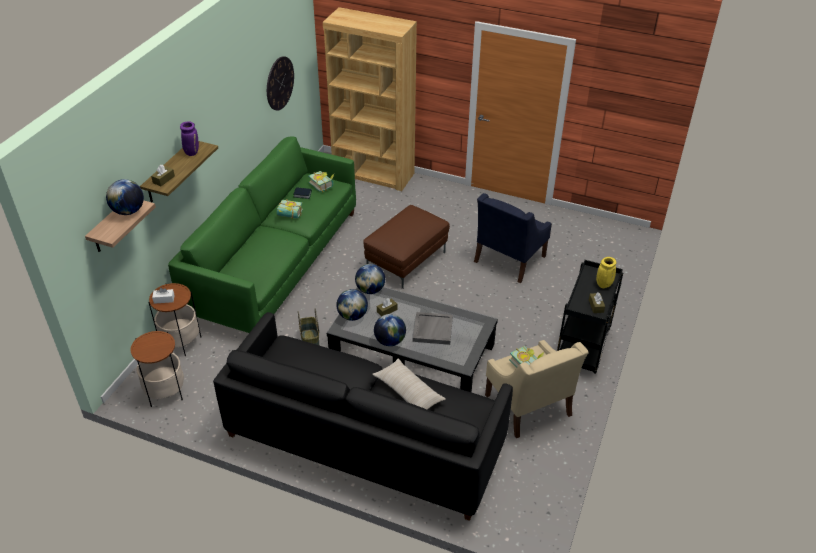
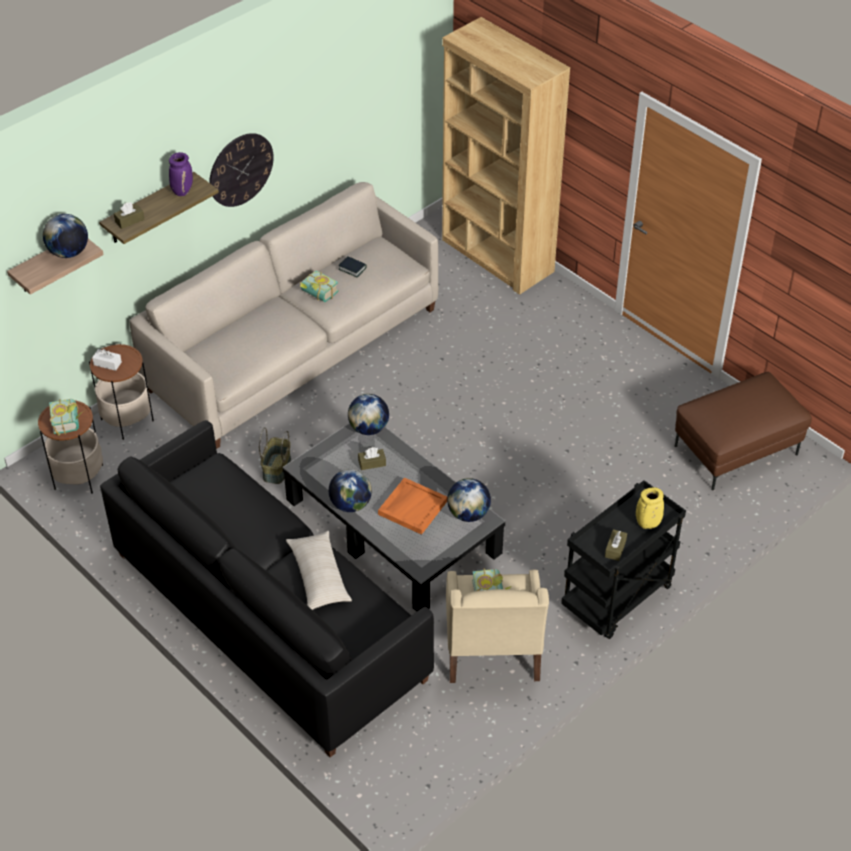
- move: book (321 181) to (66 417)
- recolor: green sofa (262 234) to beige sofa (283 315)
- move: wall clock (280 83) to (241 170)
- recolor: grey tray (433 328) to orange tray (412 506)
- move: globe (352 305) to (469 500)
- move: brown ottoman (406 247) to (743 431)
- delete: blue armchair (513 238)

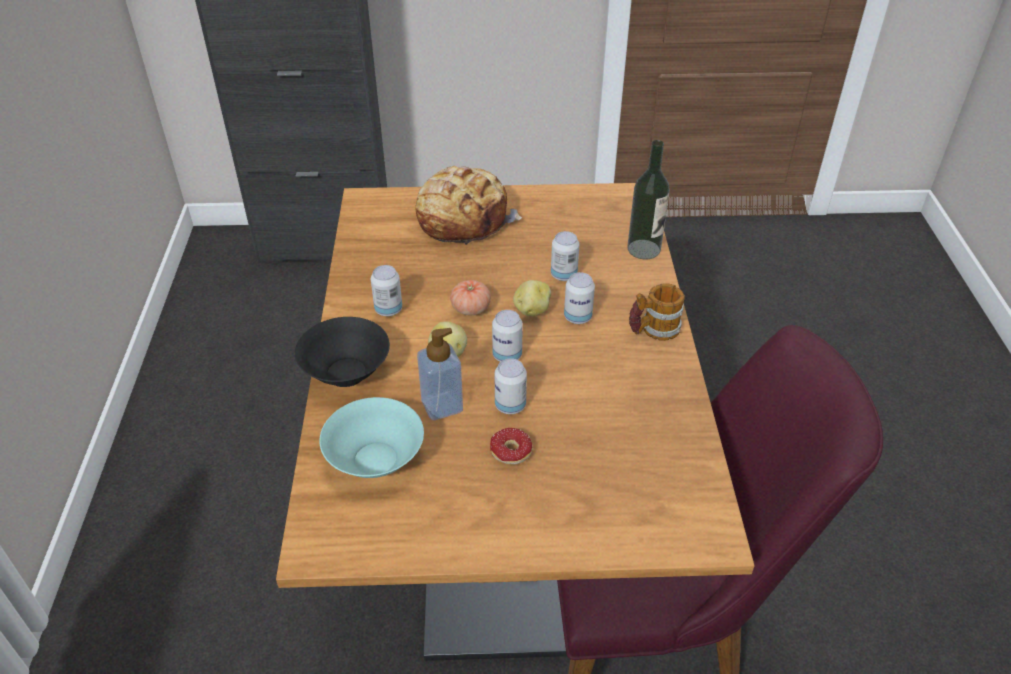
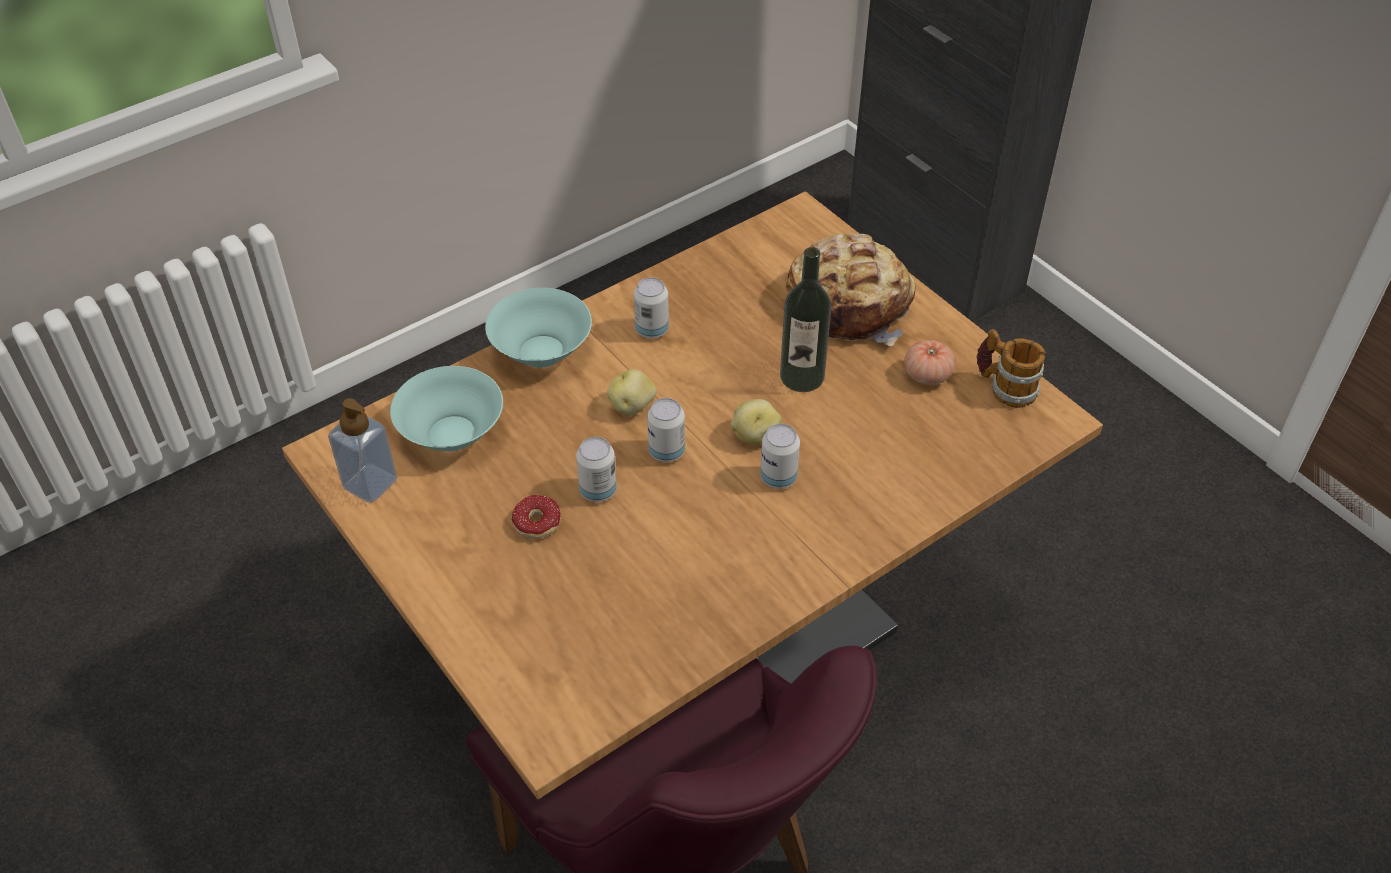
- move: soap dispenser (440 374) to (362 450)
- recolor: black bowl (342 352) to turquoise bowl (538 328)
- move: bottle (648 199) to (805 319)
- move: tomato (470 297) to (929 362)
- move: mug (657 312) to (1011 368)
- delete: can (565 256)

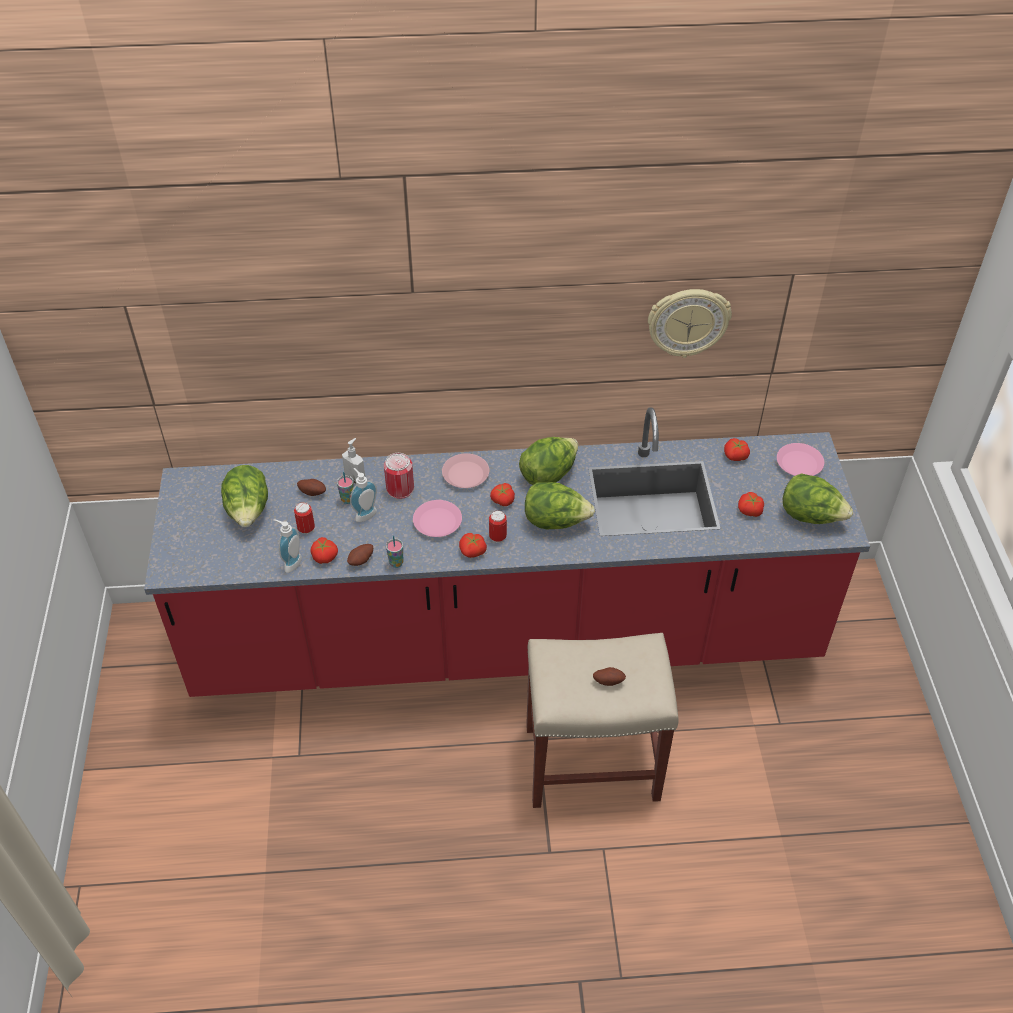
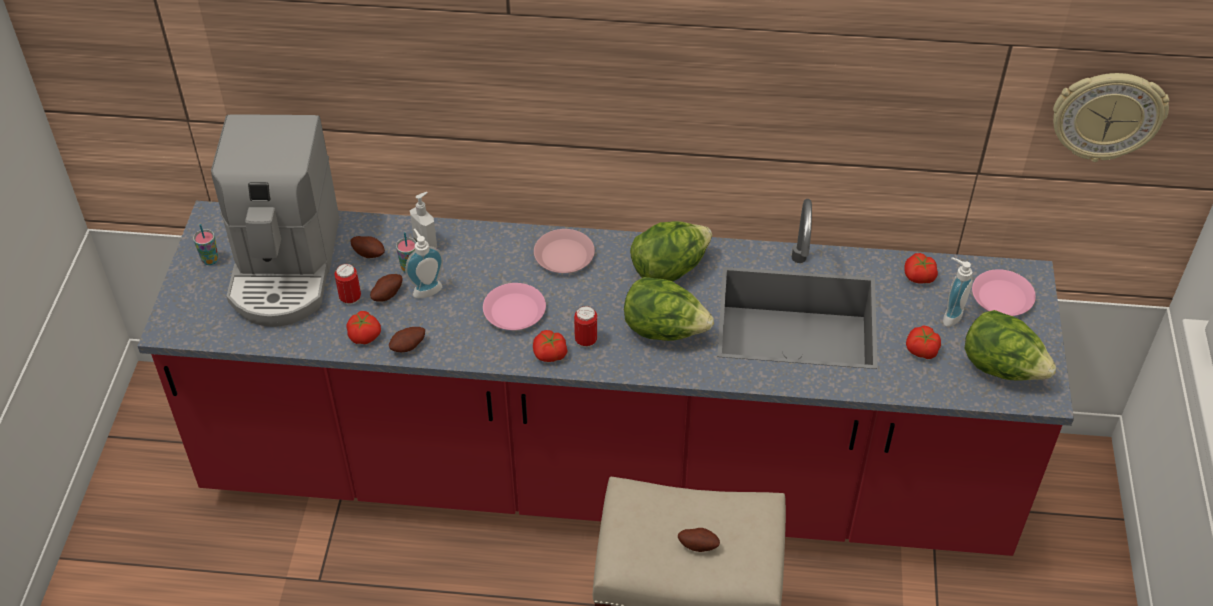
- move: cup (394 552) to (206 244)
- replace: lettuce (244 496) to coffee machine (275 220)
- insert: potato (386 288)
- move: soap dispenser (287 546) to (958 292)
- move: wall clock (690 323) to (1111 117)
- delete: can (399 476)
- delete: tomato (502 494)

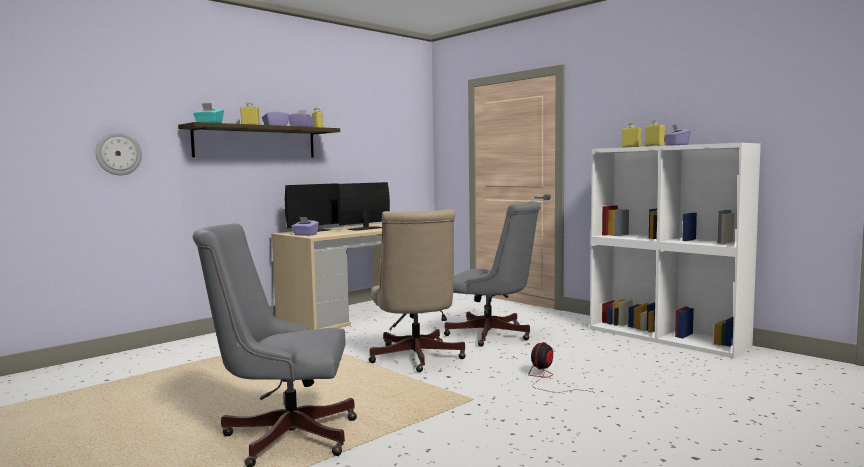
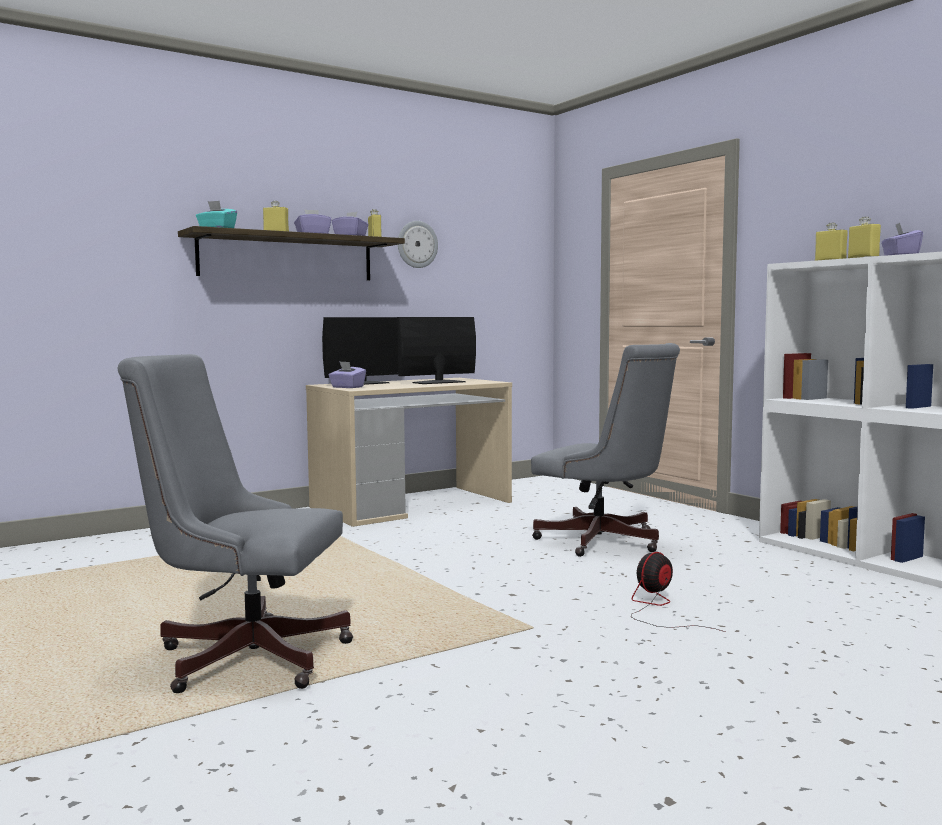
- move: wall clock (119 153) to (418 244)
- delete: beige office chair (417 290)

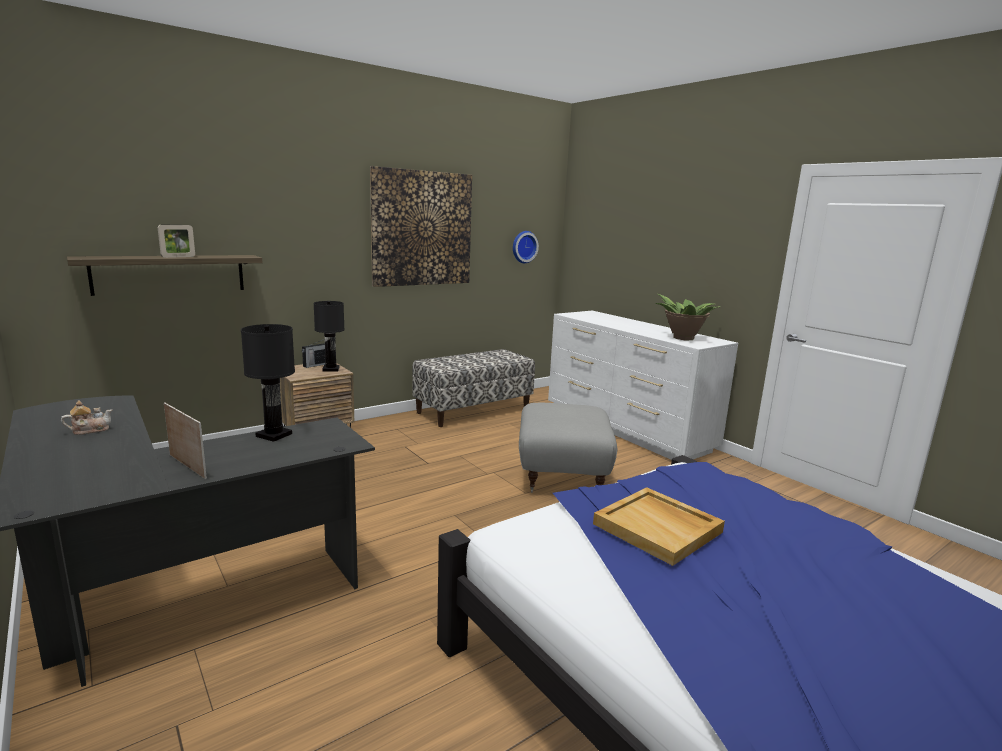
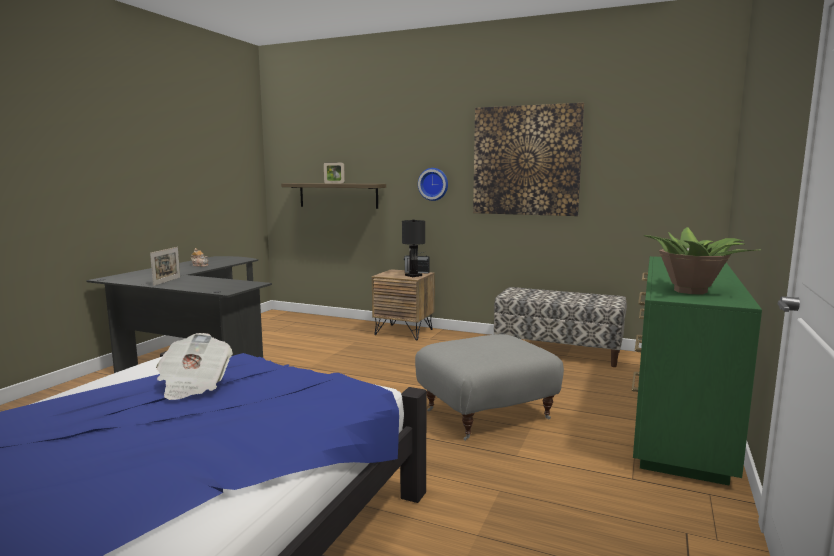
- replace: beige tray (659 526) to newspaper (194 366)
- move: wall clock (526 247) to (433 184)
- recolor: white dresser (643 385) to green dresser (697 371)
- delete: black table lamp (268 383)

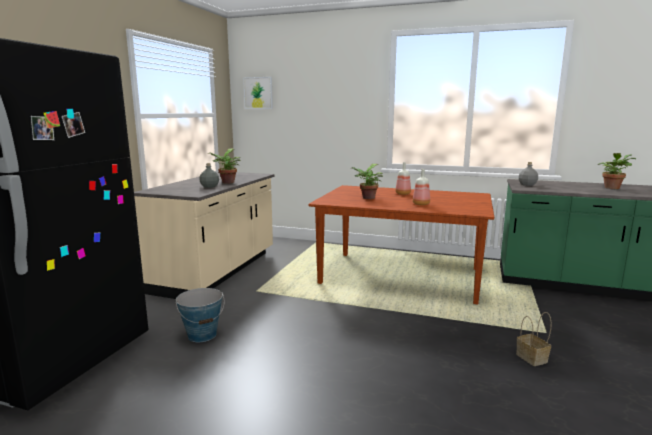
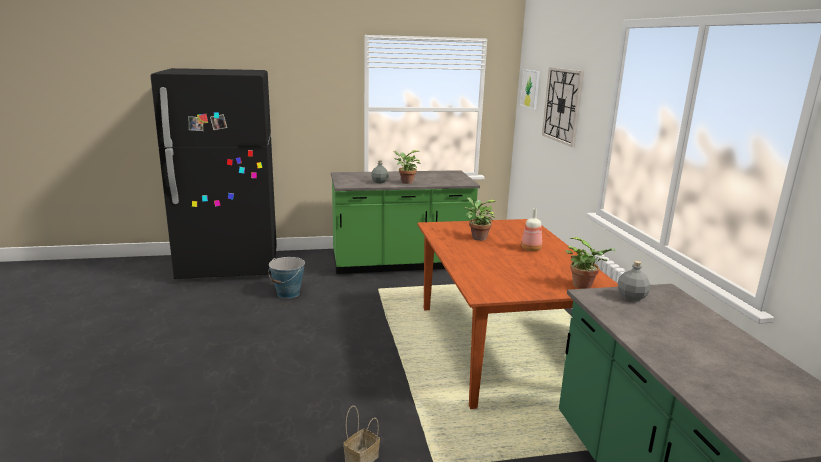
- recolor: beige counter (204 235) to green counter (405 222)
- insert: wall clock (563 107)
- move: potted plant (617 171) to (590 263)
- delete: bottle (421 187)

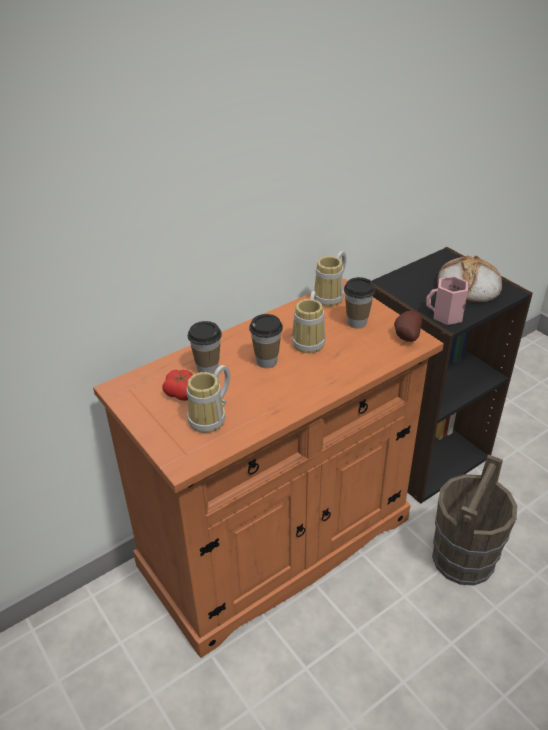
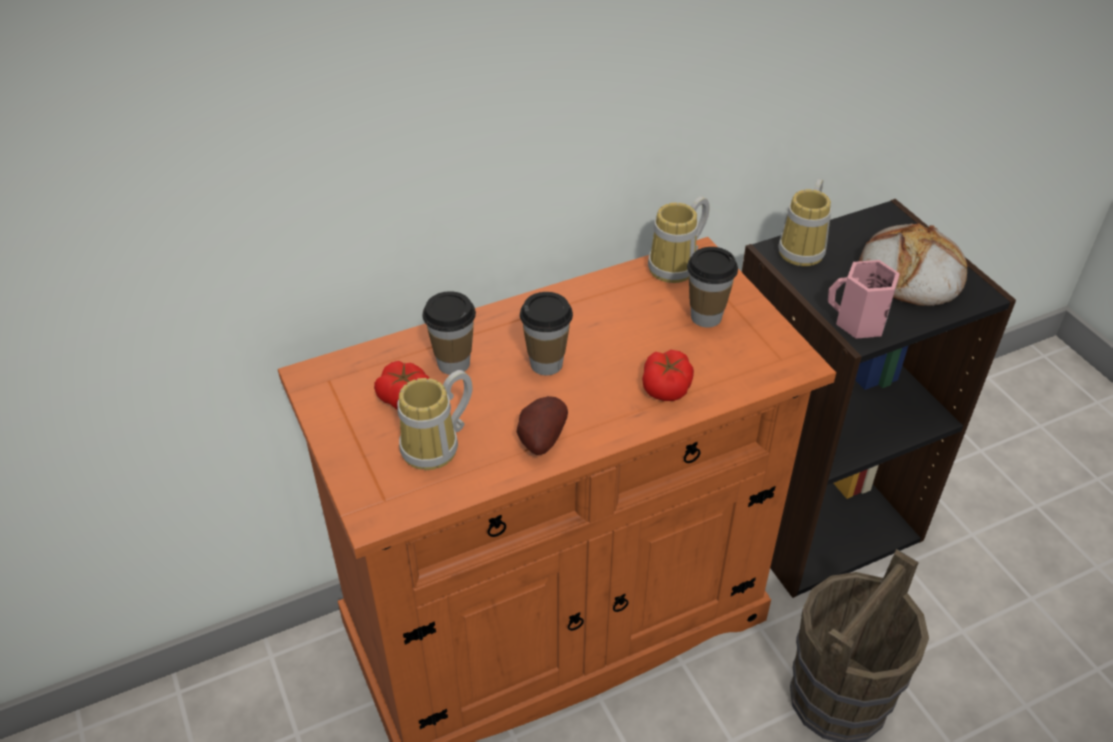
- move: potato (408 326) to (542 425)
- insert: tomato (668 375)
- move: mug (308 322) to (804 222)

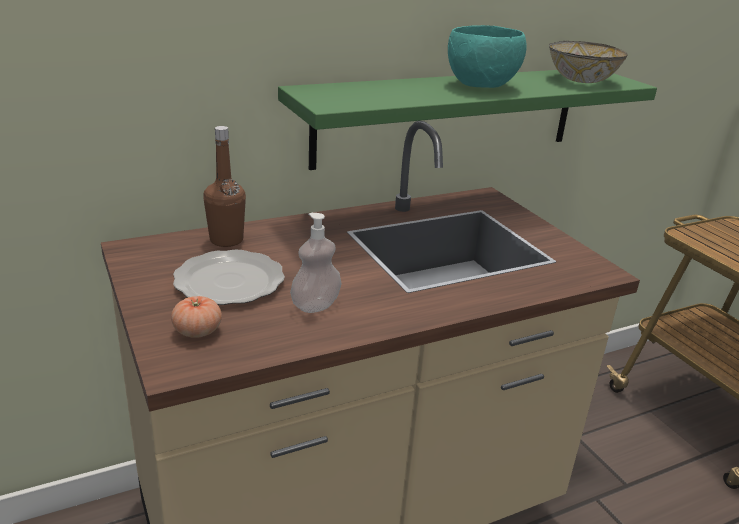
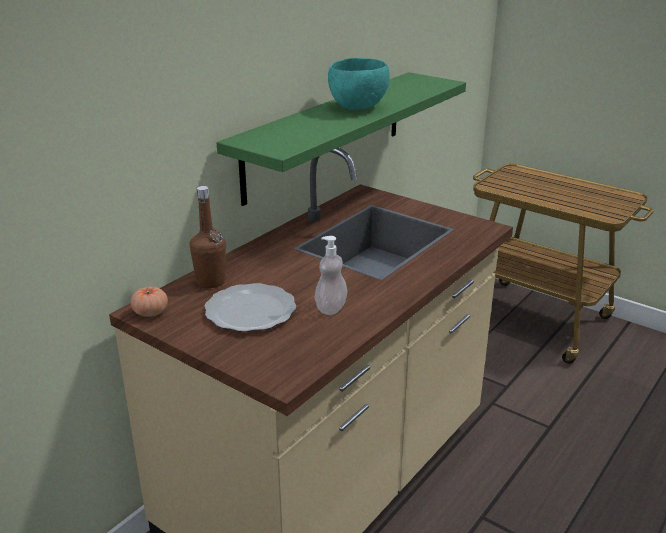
- move: tomato (196 317) to (149 302)
- delete: bowl (588 62)

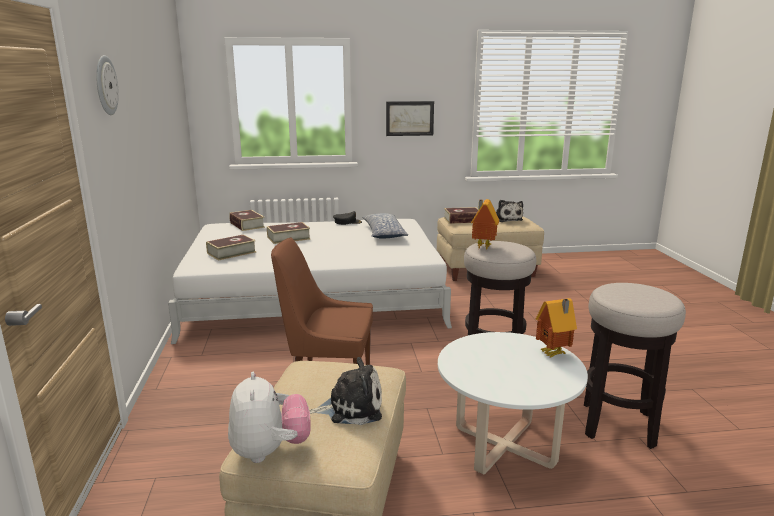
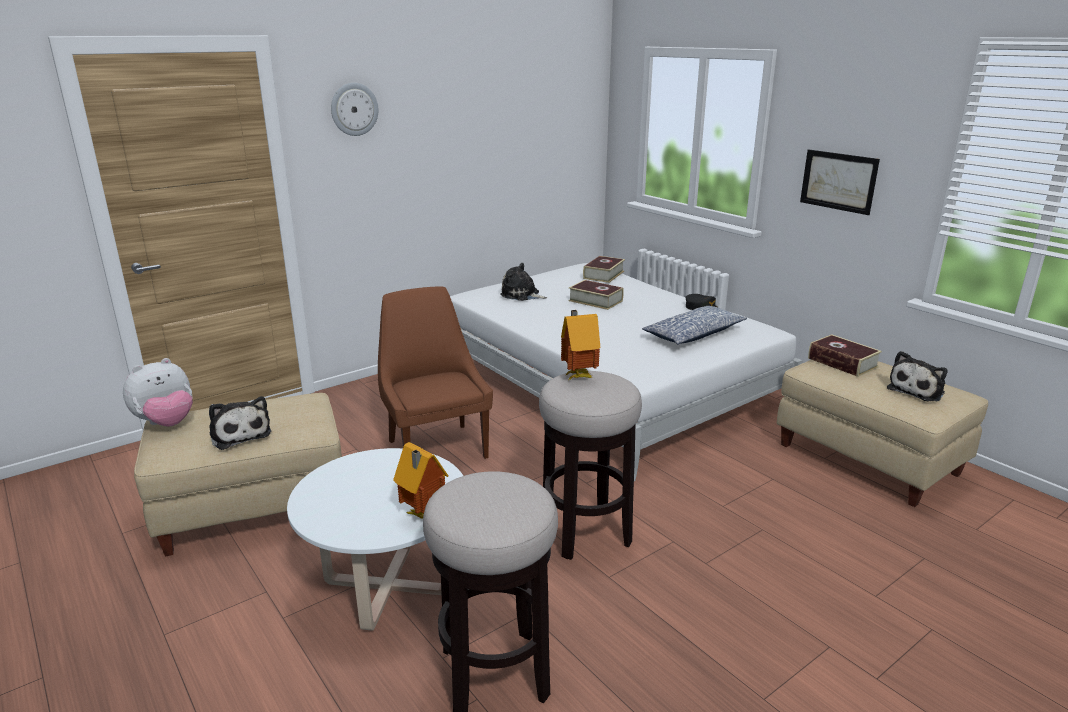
- replace: book (231 247) to plush toy (523 282)

